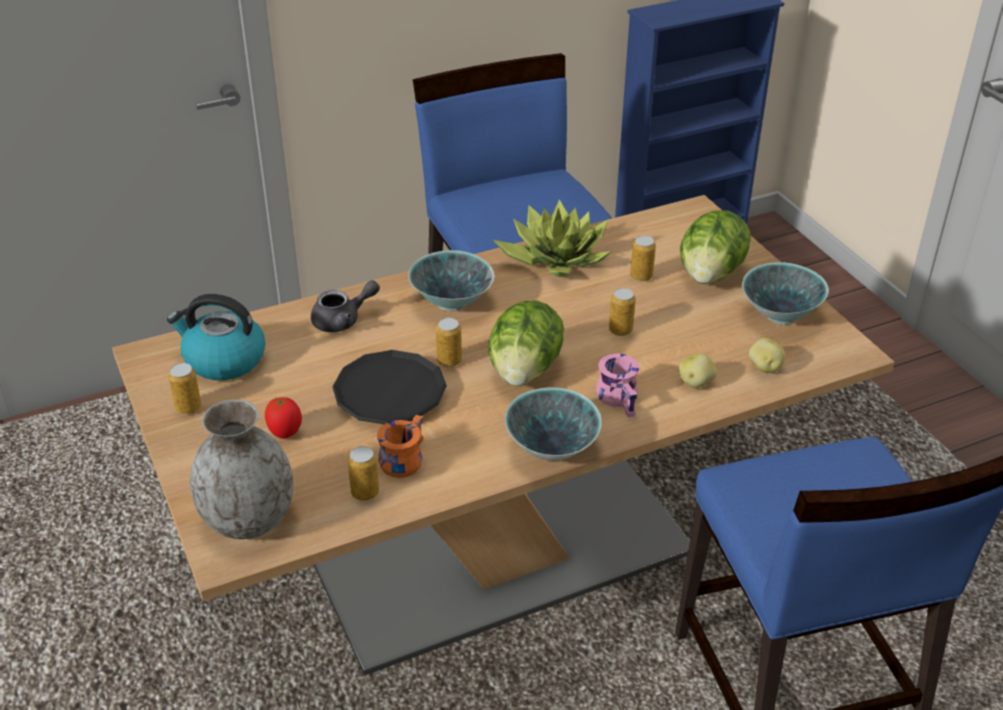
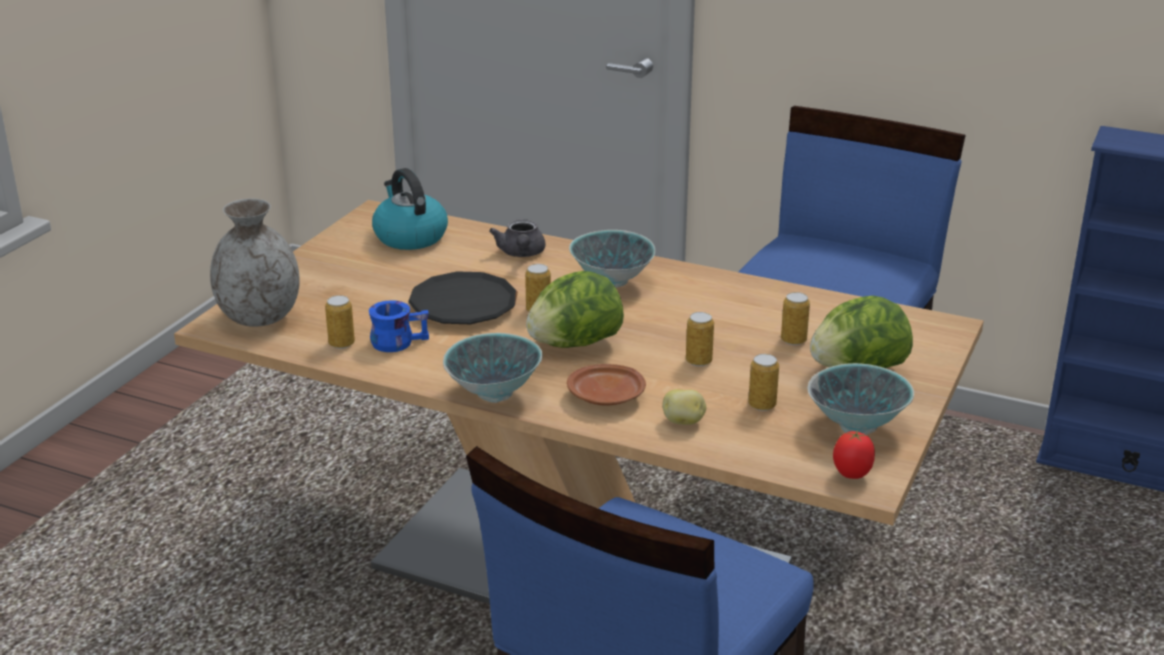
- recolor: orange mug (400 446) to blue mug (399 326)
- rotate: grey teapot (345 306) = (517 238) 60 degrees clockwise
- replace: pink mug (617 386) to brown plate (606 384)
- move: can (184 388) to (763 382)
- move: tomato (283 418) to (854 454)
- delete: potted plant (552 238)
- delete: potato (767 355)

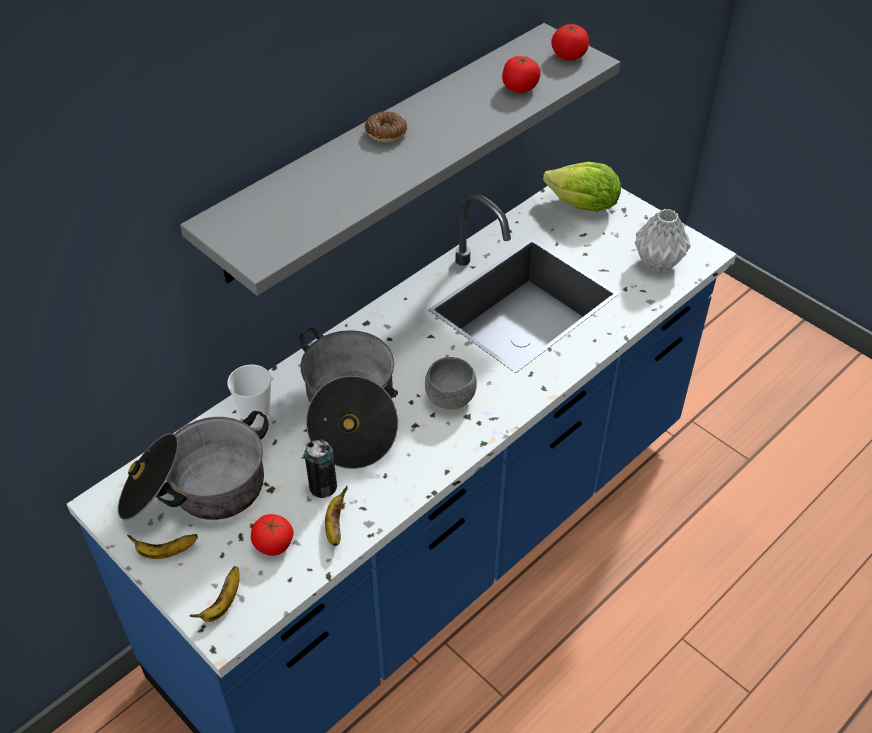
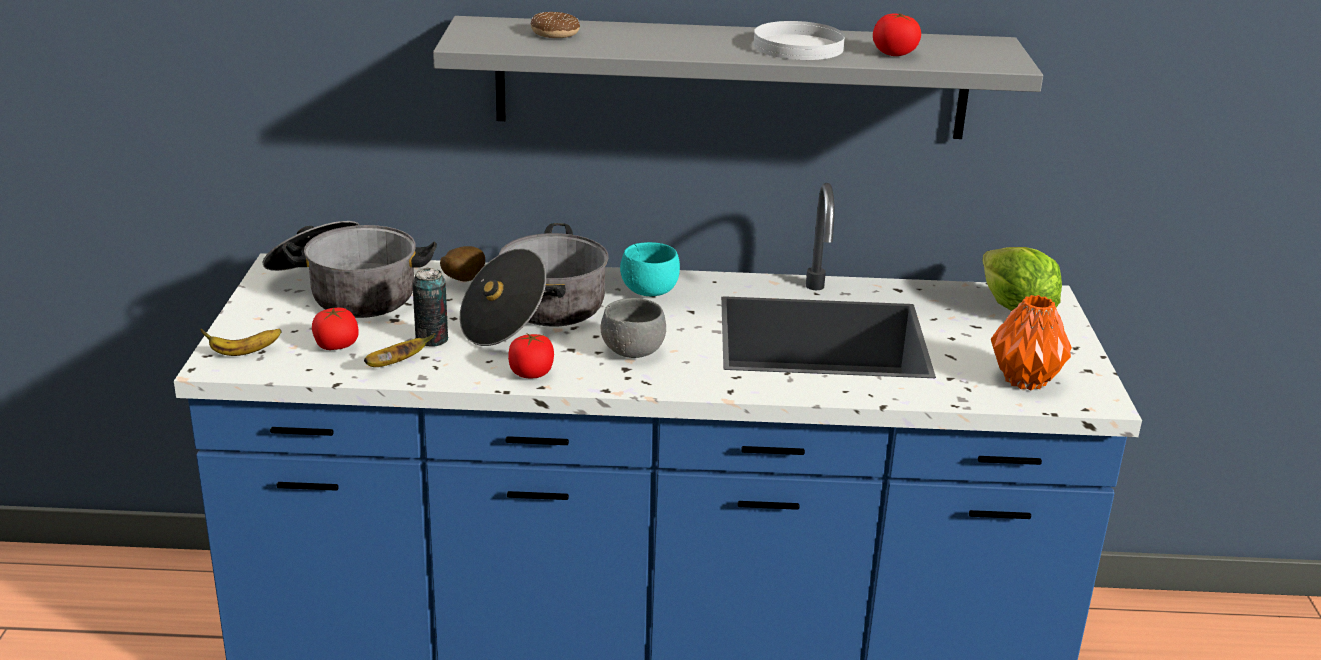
- replace: cup (249 396) to potato (462 264)
- move: tomato (570 41) to (531 355)
- move: donut (386 126) to (555 25)
- insert: turquoise bowl (650 269)
- insert: white plate (799 40)
- recolor: grey vase (662 241) to orange vase (1031 342)
- delete: banana (162 546)

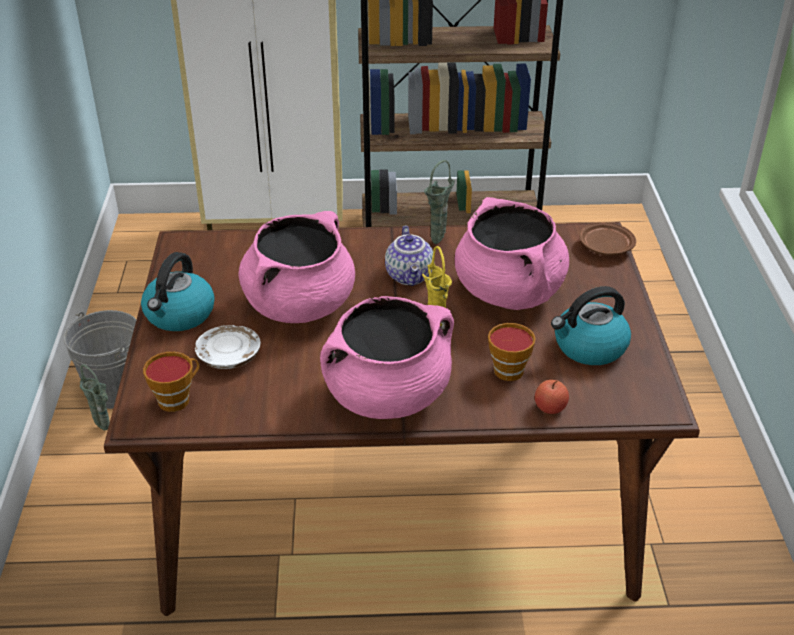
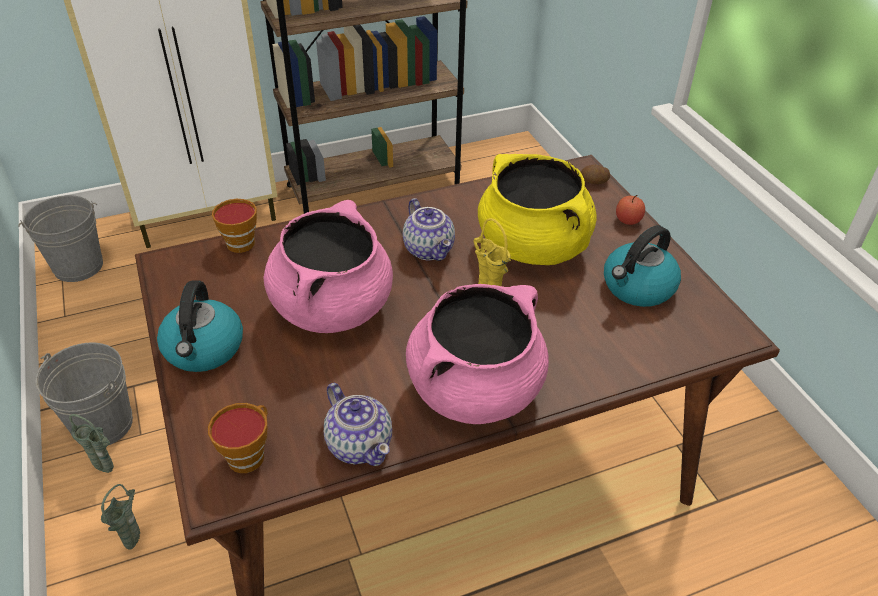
- insert: grey bucket (60 238)
- move: green vase (439 202) to (120 516)
- move: cup (512 352) to (234 226)
- insert: teapot (358 424)
- recolor: pink cooking pot (512 253) to yellow cooking pot (537 209)
- replace: brown plate (607 239) to potato (595 174)
- move: apple (552 397) to (630 210)
- delete: white plate (228 347)

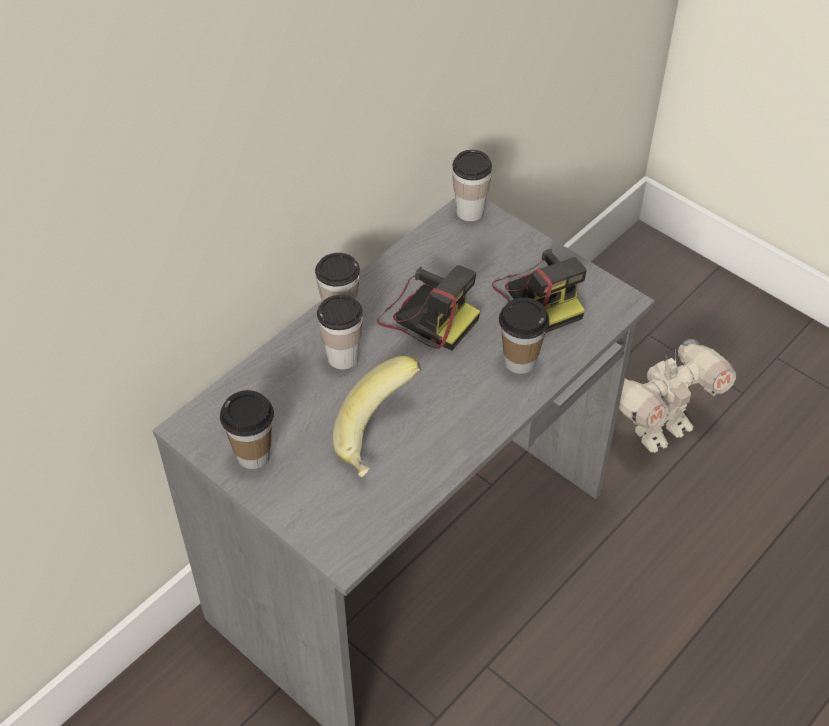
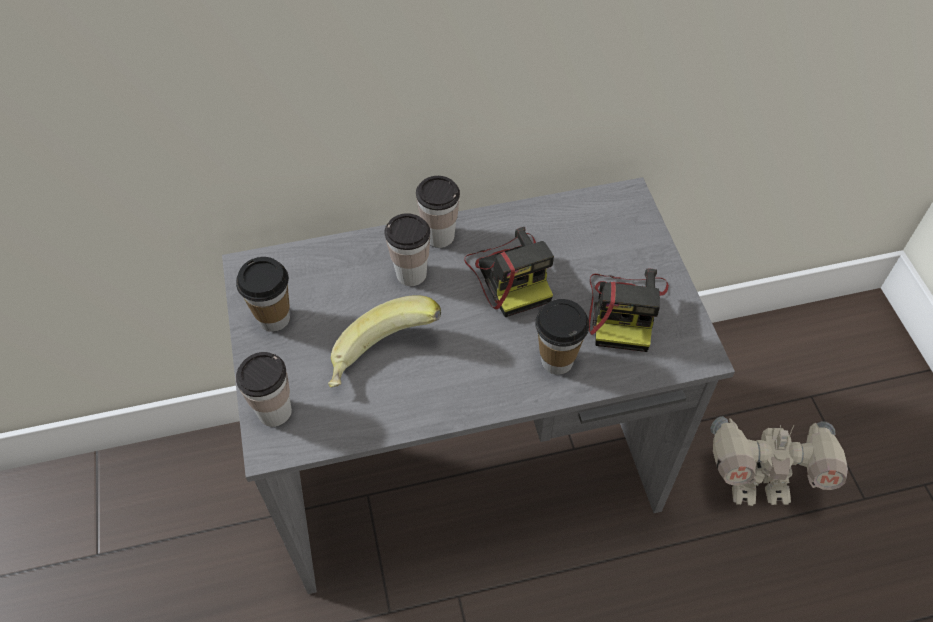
- move: cup (472 185) to (264 389)

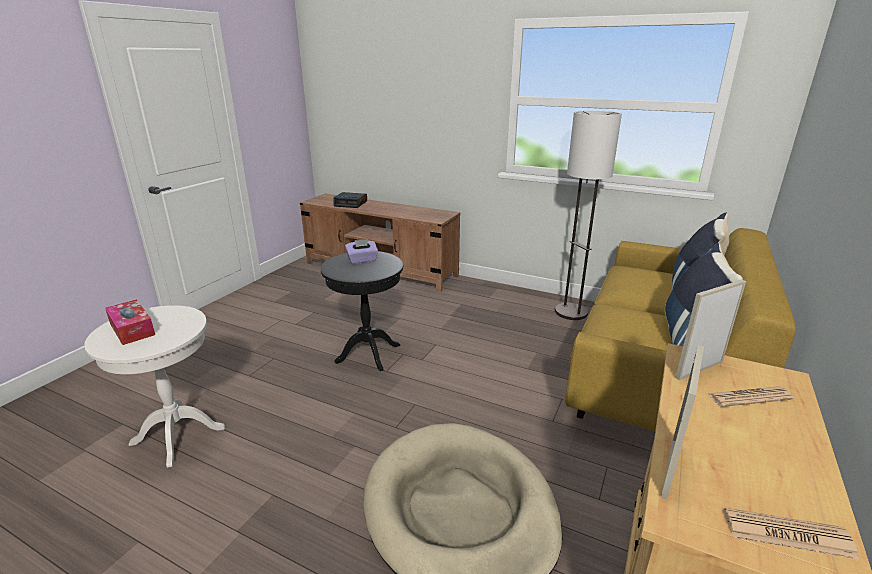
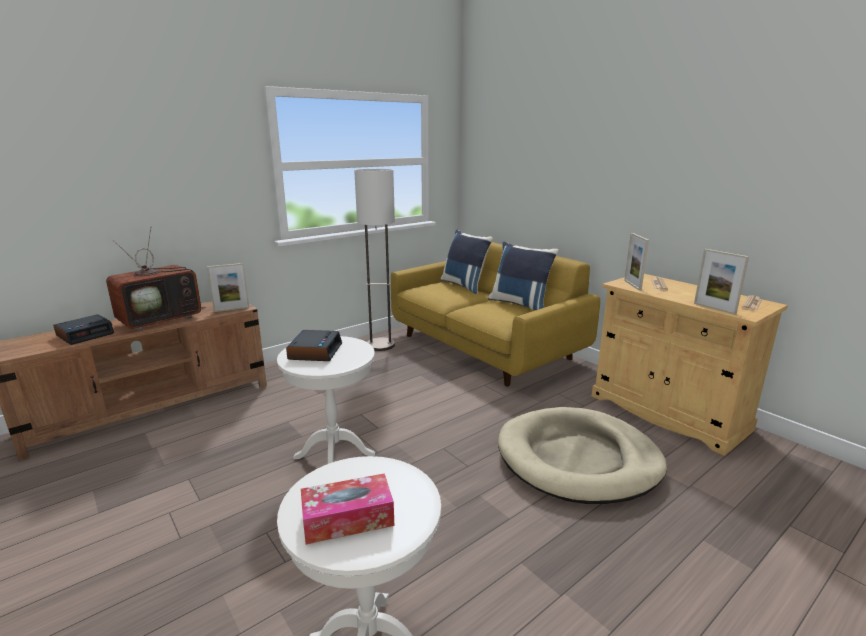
- insert: television (156 278)
- insert: picture frame (228 287)
- recolor: black side table (361 311) to white side table (326 400)
- replace: purple tissue box (361 251) to alarm clock (314 345)

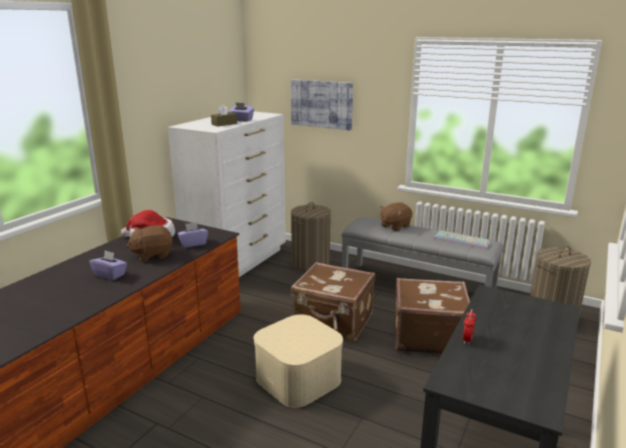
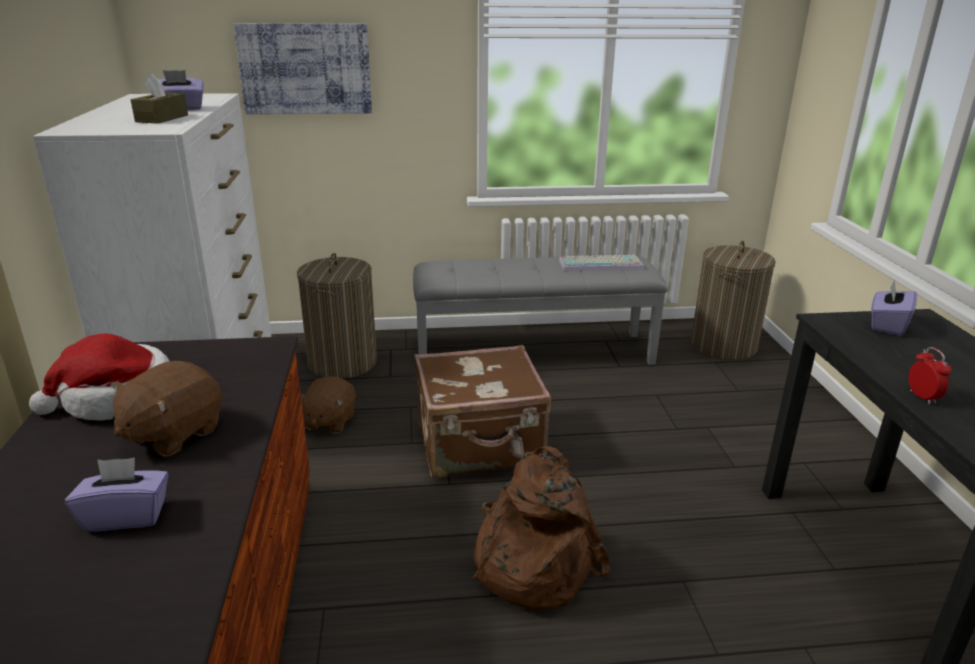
- move: brown plush toy (396 216) to (328 405)
- replace: beige storage box (298 361) to brown backpack (541 528)
- move: purple tissue box (192 235) to (894 307)
- delete: brown suitcase (432 316)

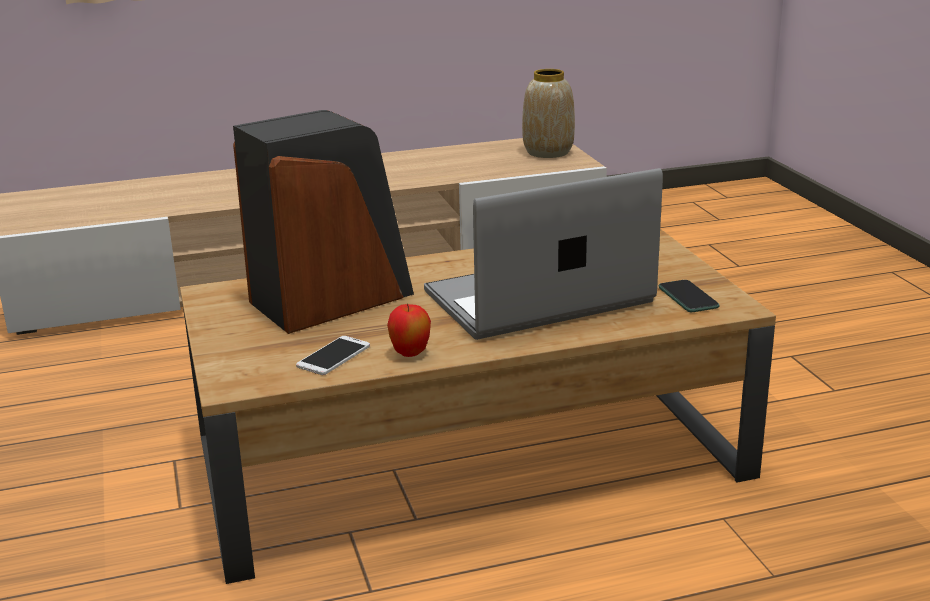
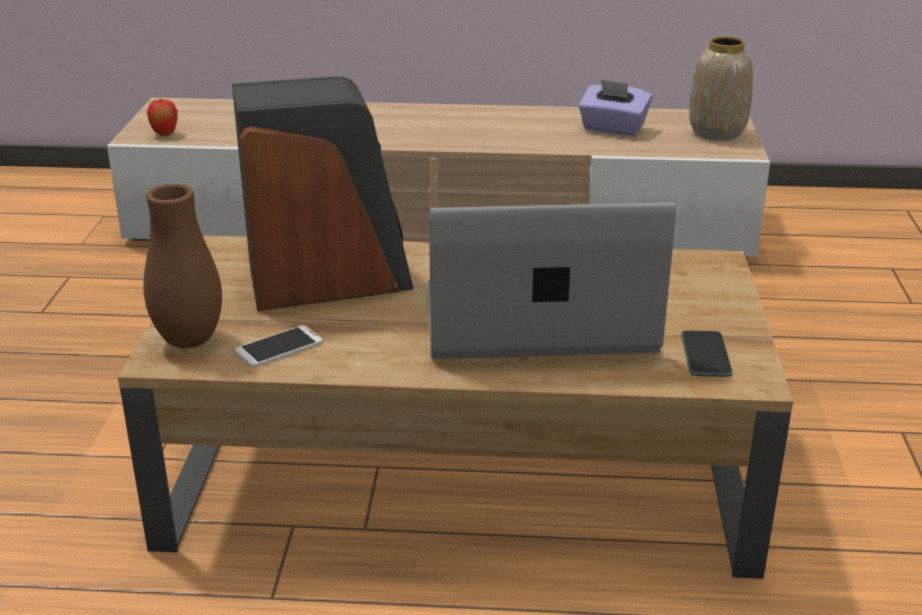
- insert: brown vase (182 266)
- move: apple (409 330) to (162 117)
- insert: purple tissue box (615 107)

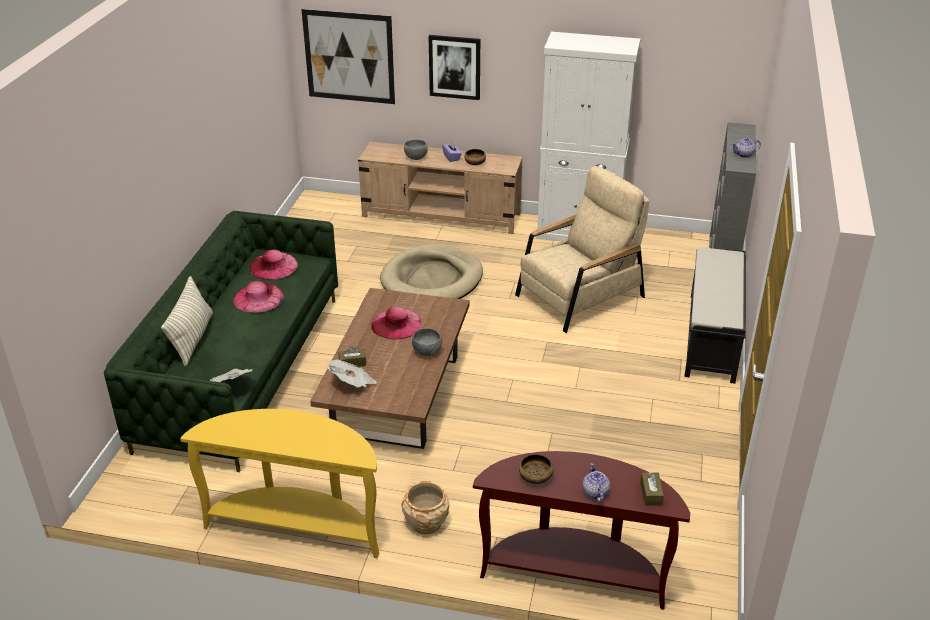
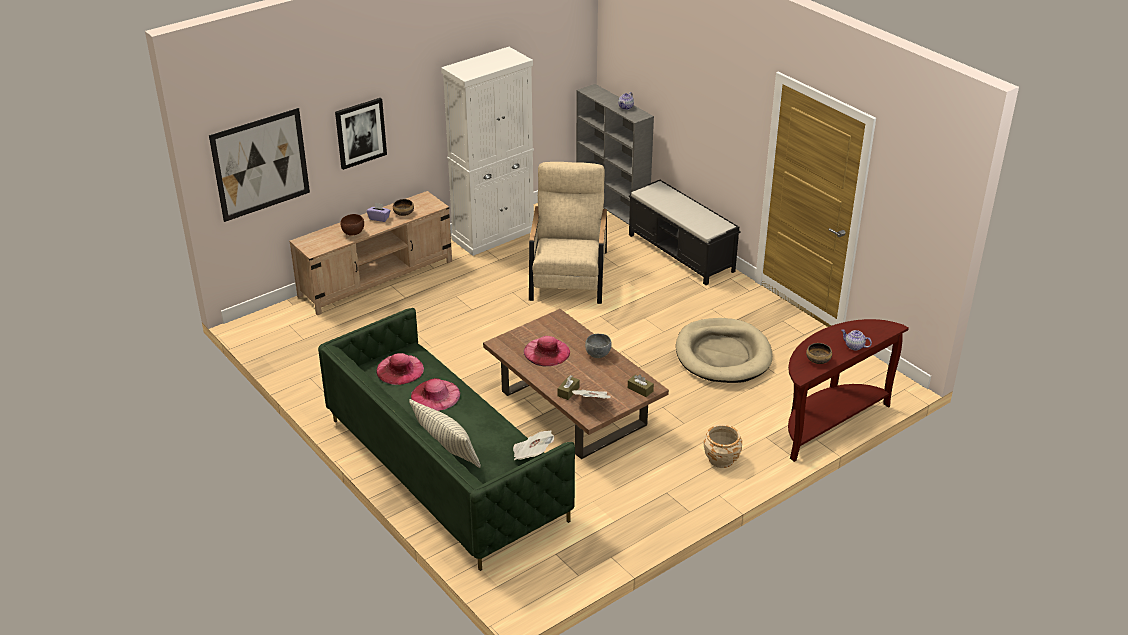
- recolor: grey bowl (416 150) to brown bowl (352 225)
- move: brown tissue box (652 489) to (641 385)
- move: beige dog bed (431 272) to (724 350)
- delete: yellow console table (279 483)

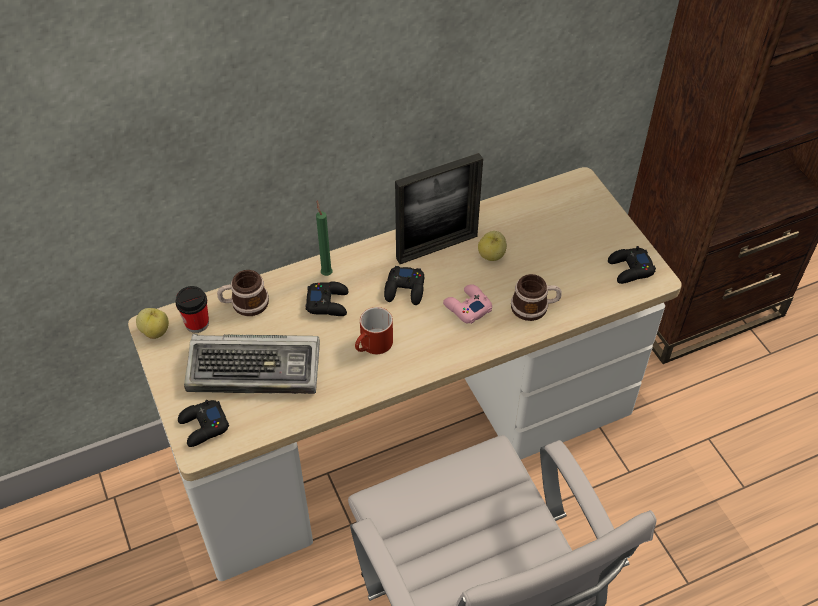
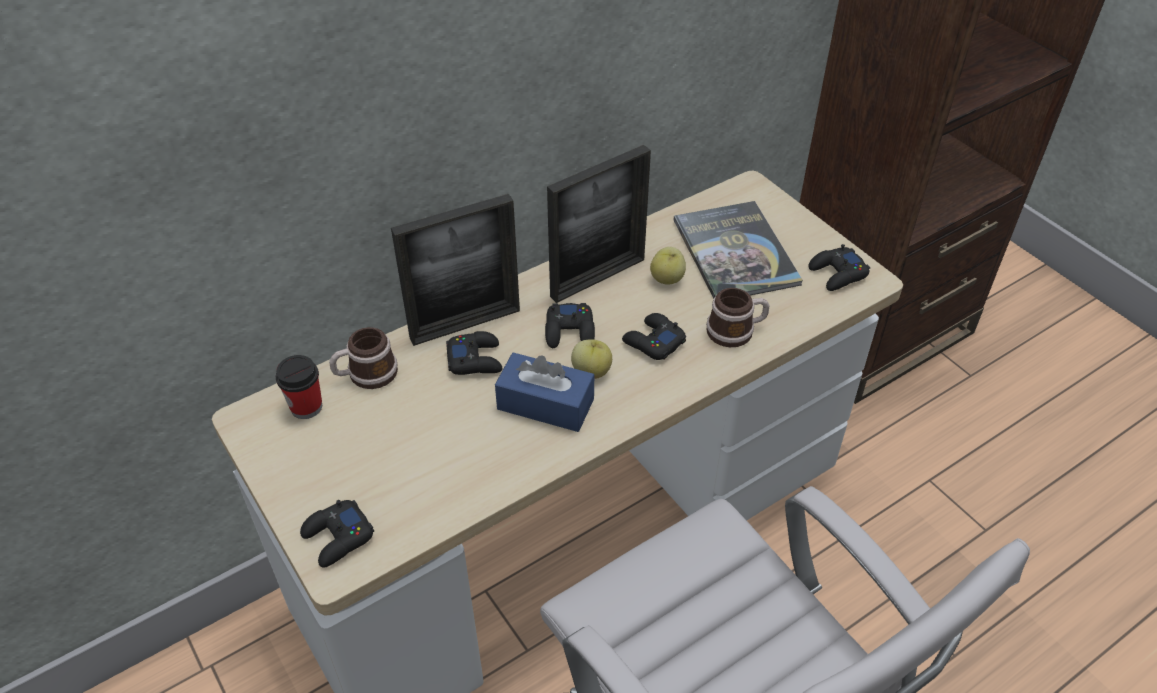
- replace: green candle (324 238) to picture frame (455 270)
- replace: red mug (374 330) to blue tissue box (544 392)
- move: apple (152 323) to (591 359)
- recolor: pink game controller (467 304) to black game controller (654 336)
- insert: book (738 249)
- delete: keyboard (252 364)

